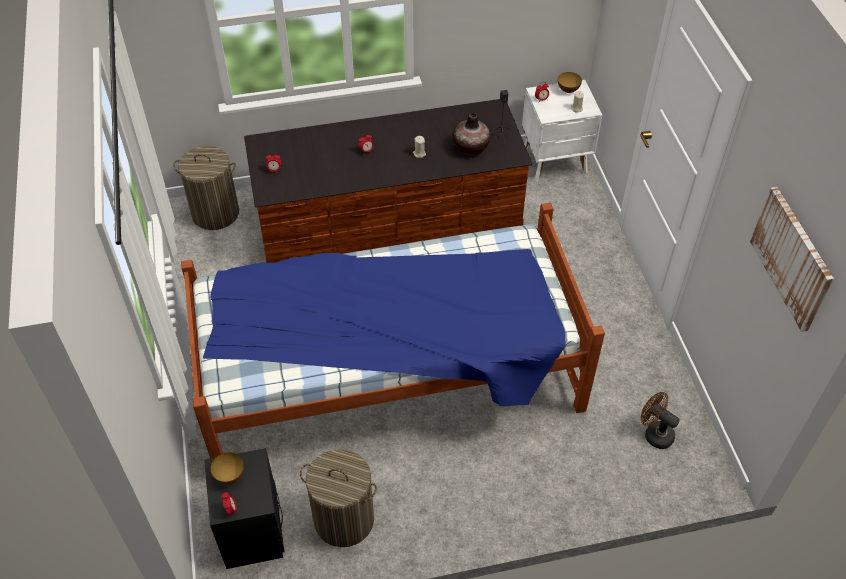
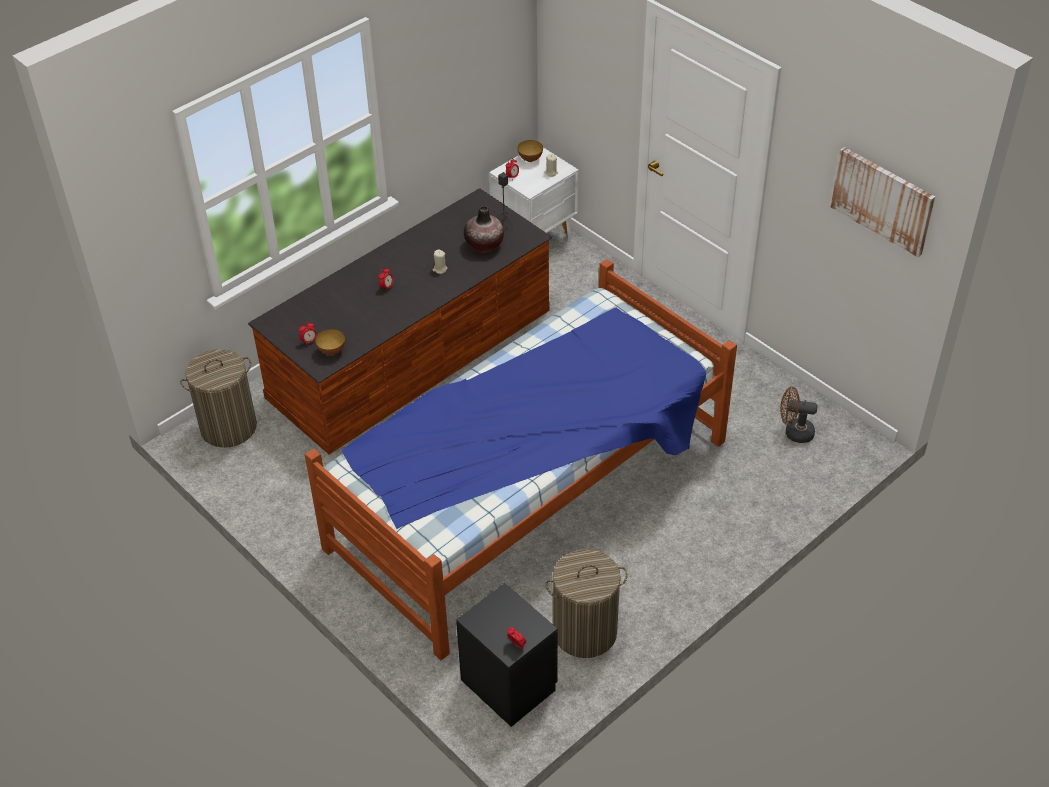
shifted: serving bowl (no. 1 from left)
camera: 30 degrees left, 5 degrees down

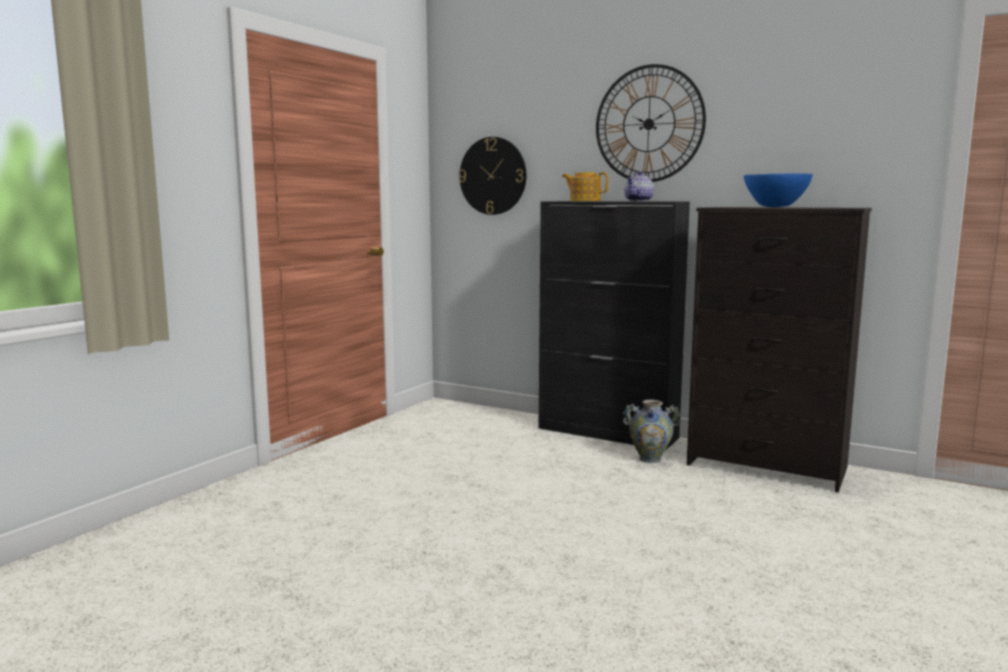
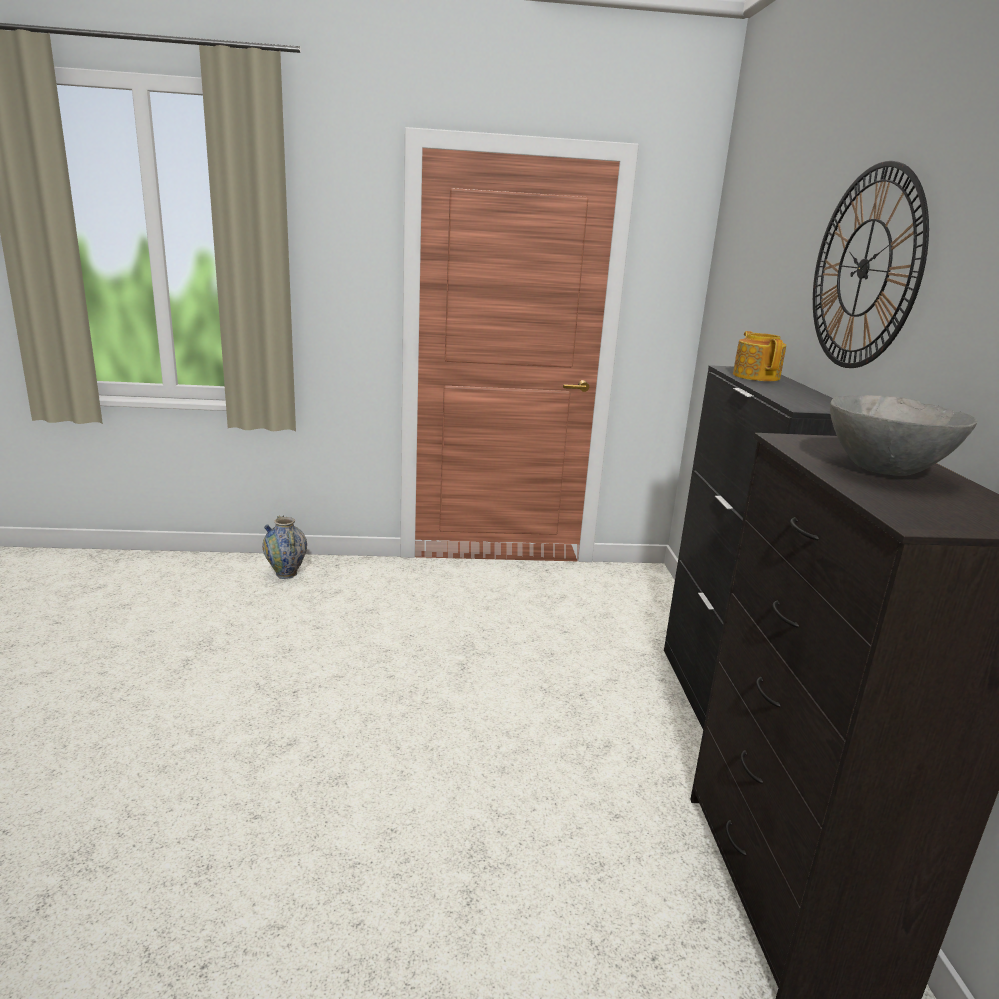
gone: wall clock (no. 1 from left); tea pot (no. 2 from left)
shifted: flower vase
repainted: blue-coloured serving bowl to greyish serving bowl
camera: 55 degrees right, 10 degrees up

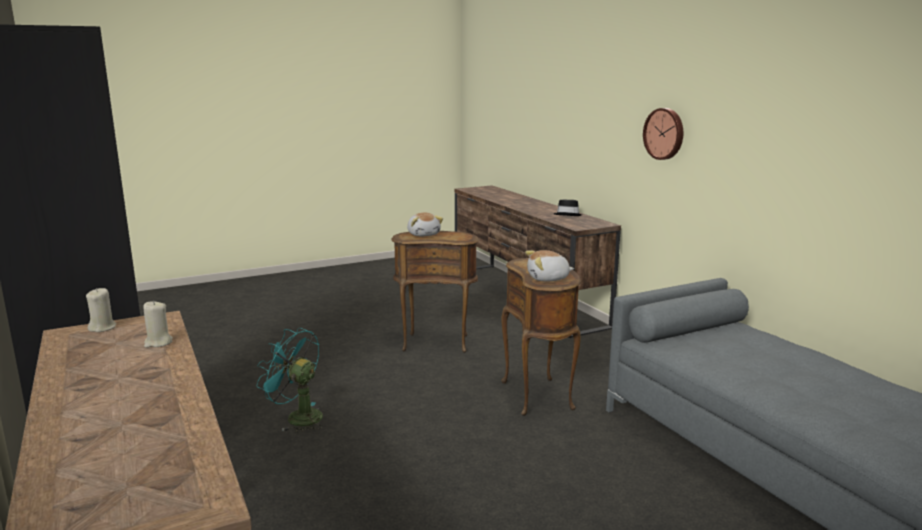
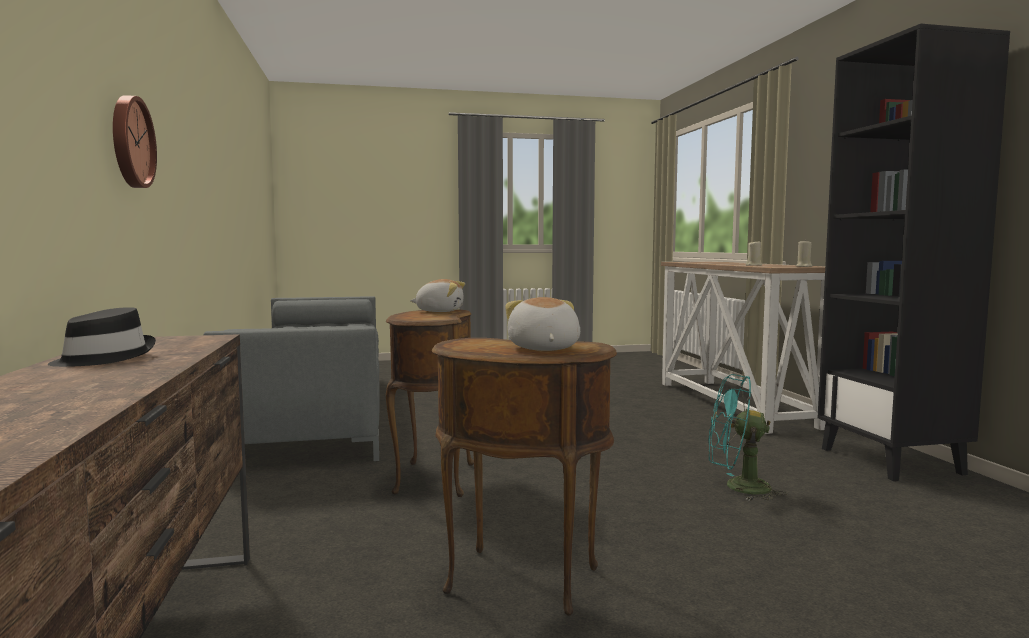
rotated: turquoise electric fan 150 degrees clockwise
camera: 165 degrees left, 10 degrees down

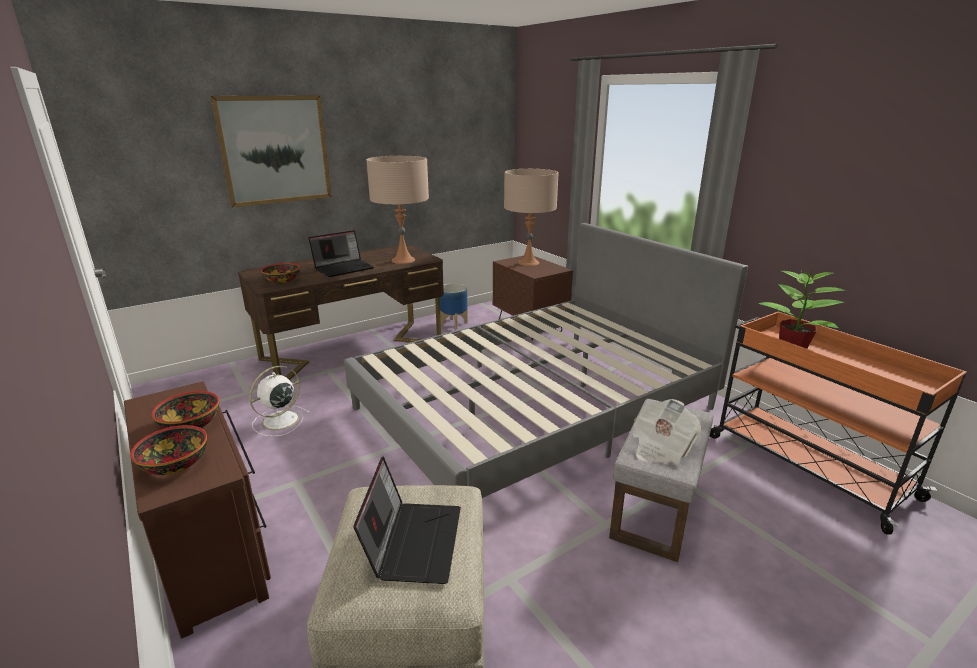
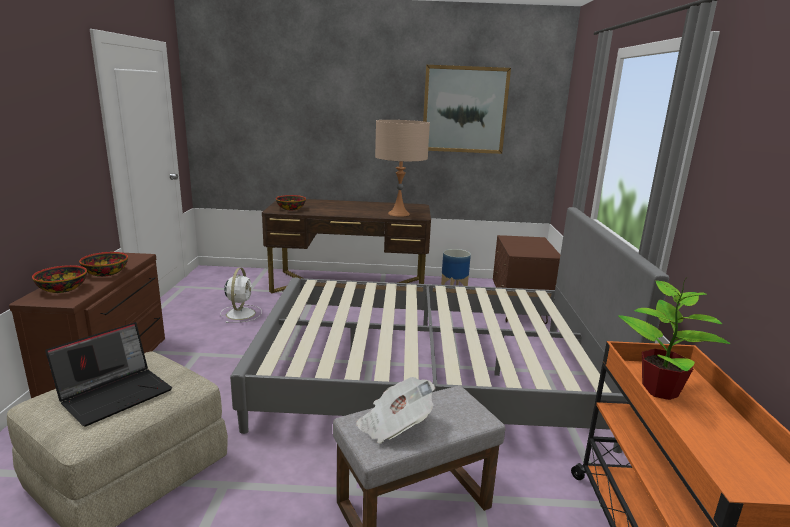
gone: notebook computer (no. 1 from left); beige table lamp (no. 2 from left)
shifted: wall picture
rotated: white-coloured electric fan 105 degrees clockwise
camera: 35 degrees right, 5 degrees down

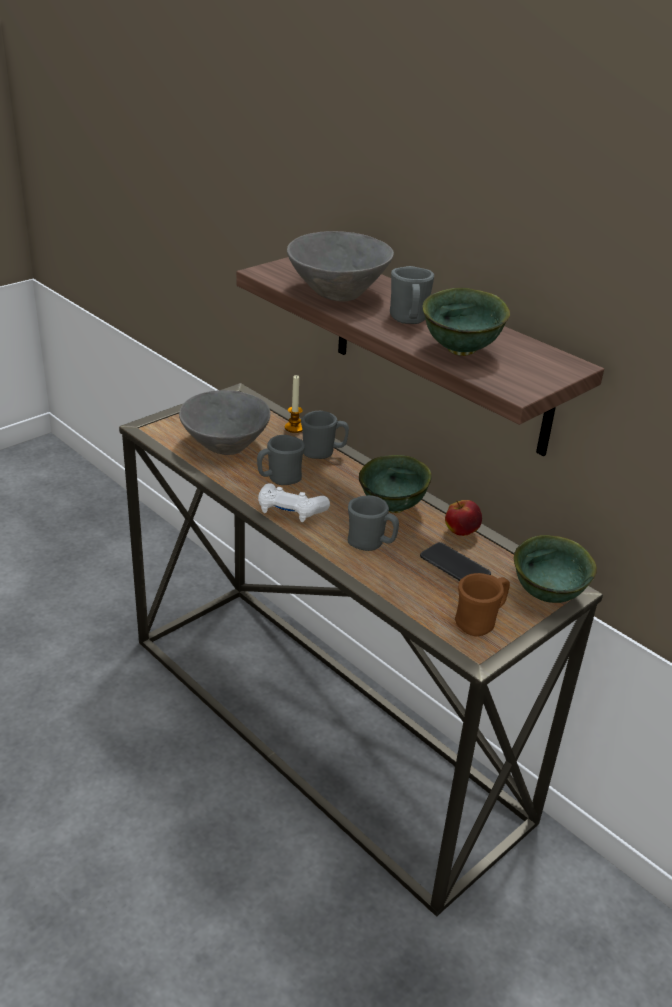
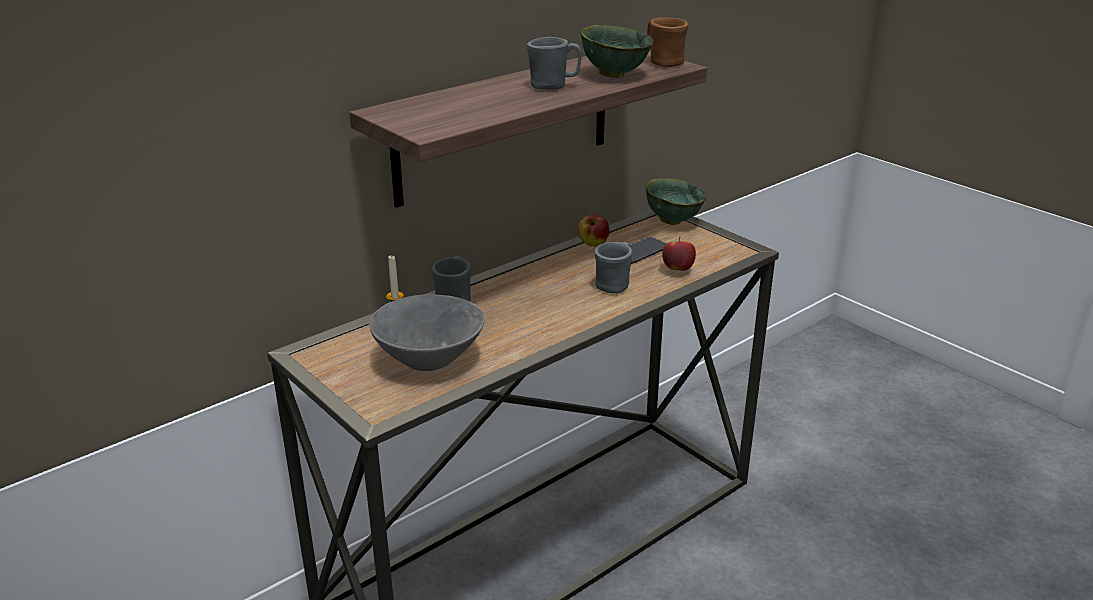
gone: greyish tea mug (no. 1 from left); white-coloured game controller; greyish serving bowl (no. 2 from left); green-coloured serving bowl (no. 1 from left)
new: whole apple (no. 2 from left)
shifted: brown-coloured tea mug
camera: 85 degrees left, 5 degrees down

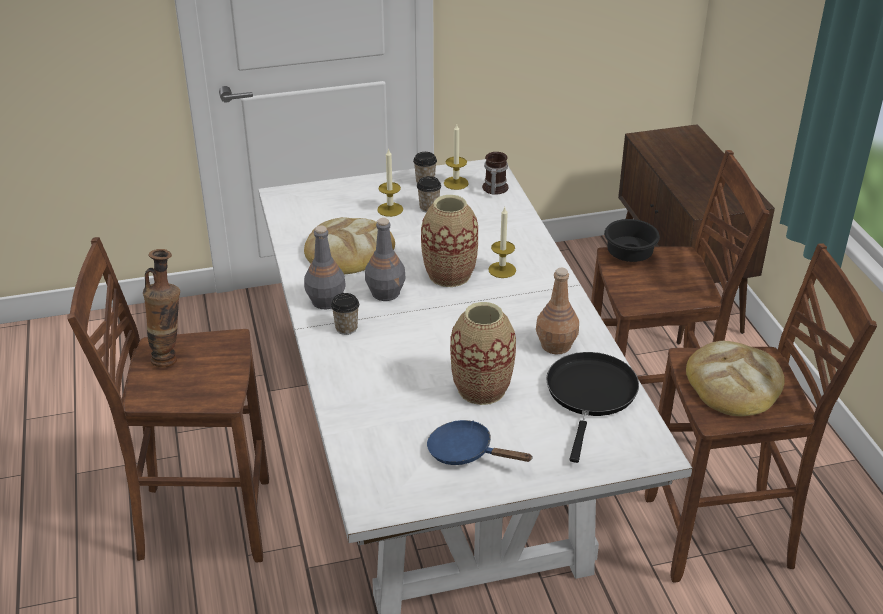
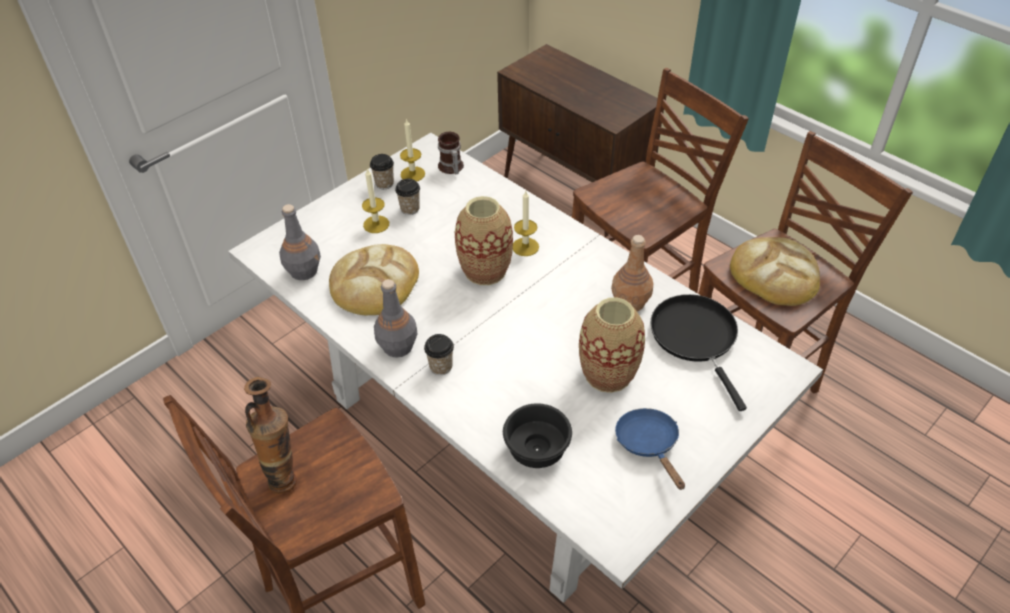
shifted: greyish bottle (no. 2 from left in the first image) to greyish bottle (no. 1 from left); blackish serving bowl
rotated: blue-coloured pan 75 degrees clockwise
camera: 30 degrees left, 10 degrees up

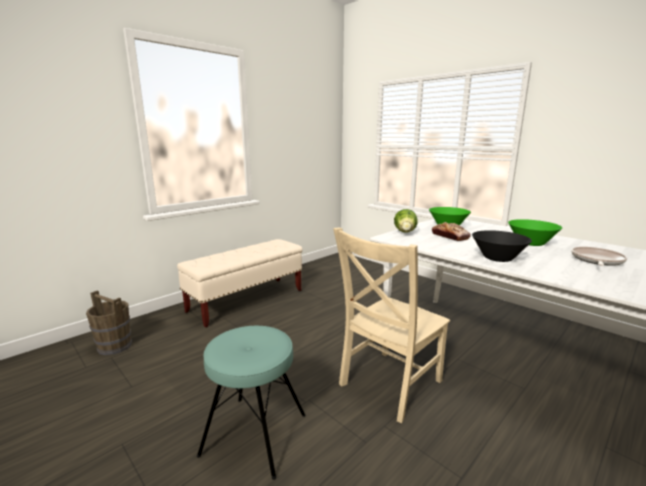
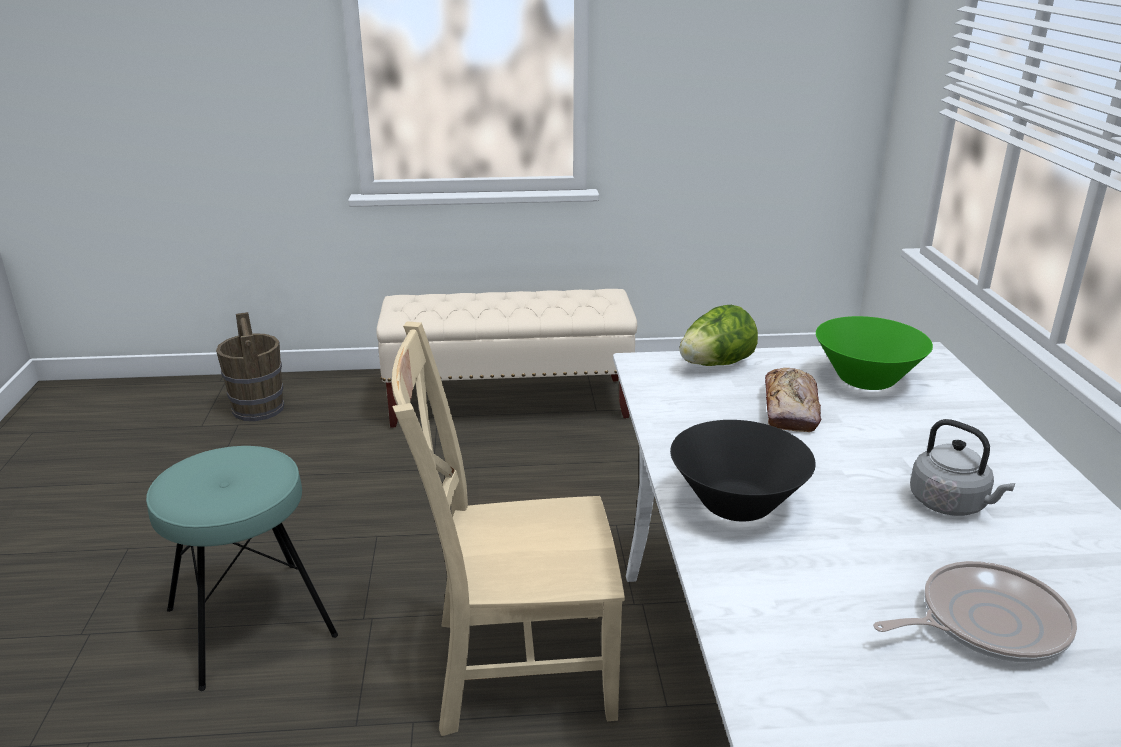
swapped: green-coloured serving bowl (no. 2 from left) to greyish water kettle
camera: 40 degrees right, 10 degrees up

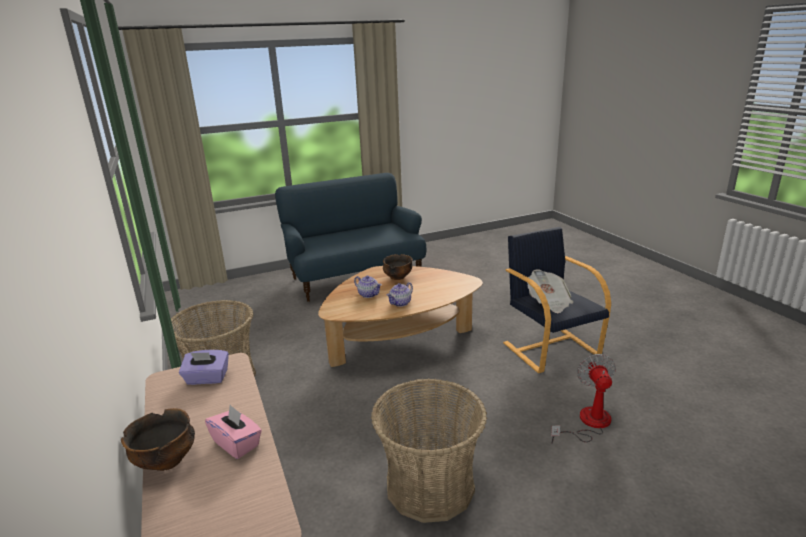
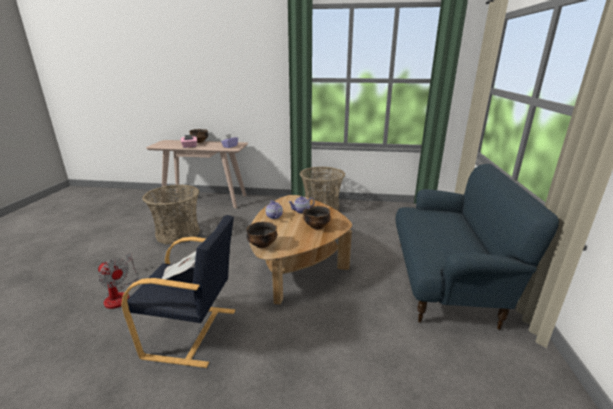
new: serving bowl (no. 2 from left)
camera: 120 degrees right, 0 degrees up

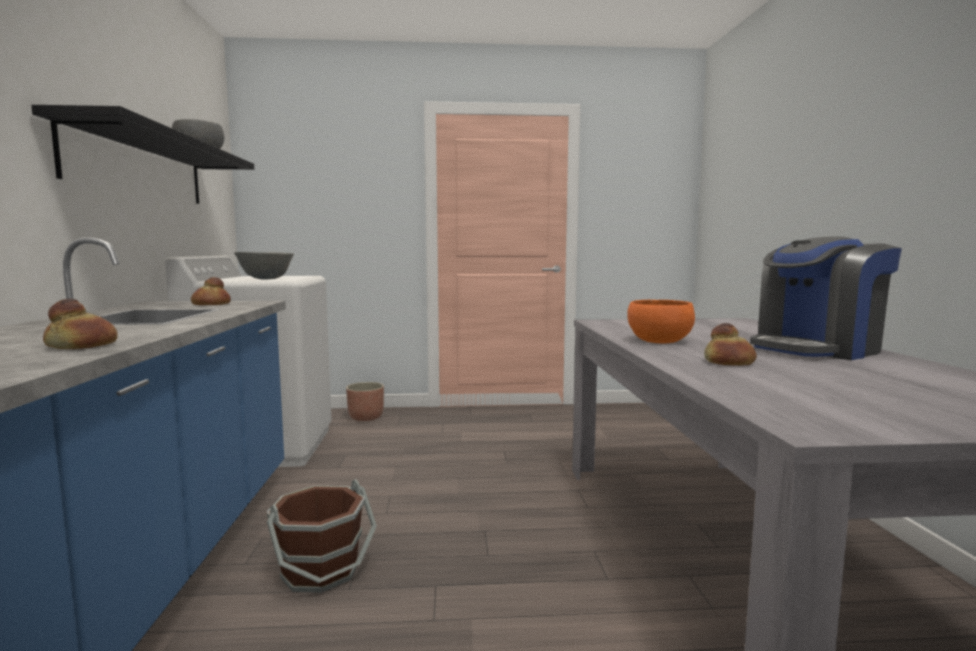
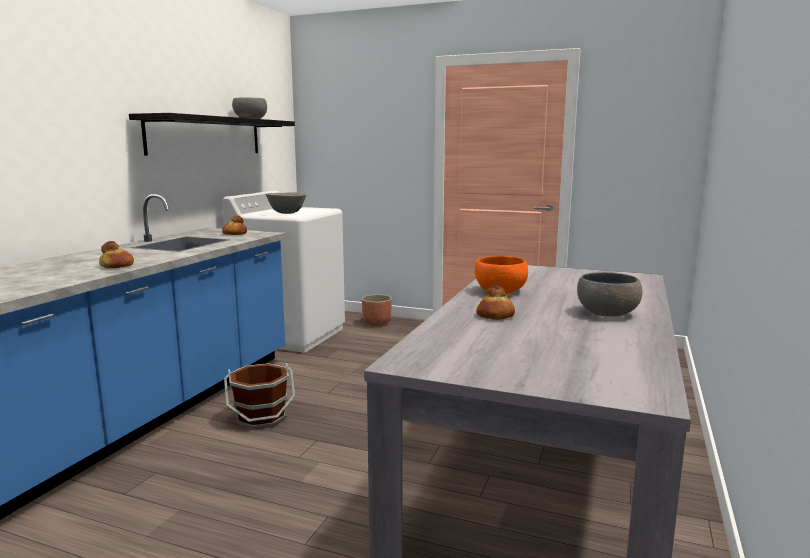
swapped: coffee brewer to greyish serving bowl (no. 3 from left)
camera: 25 degrees right, 5 degrees up

